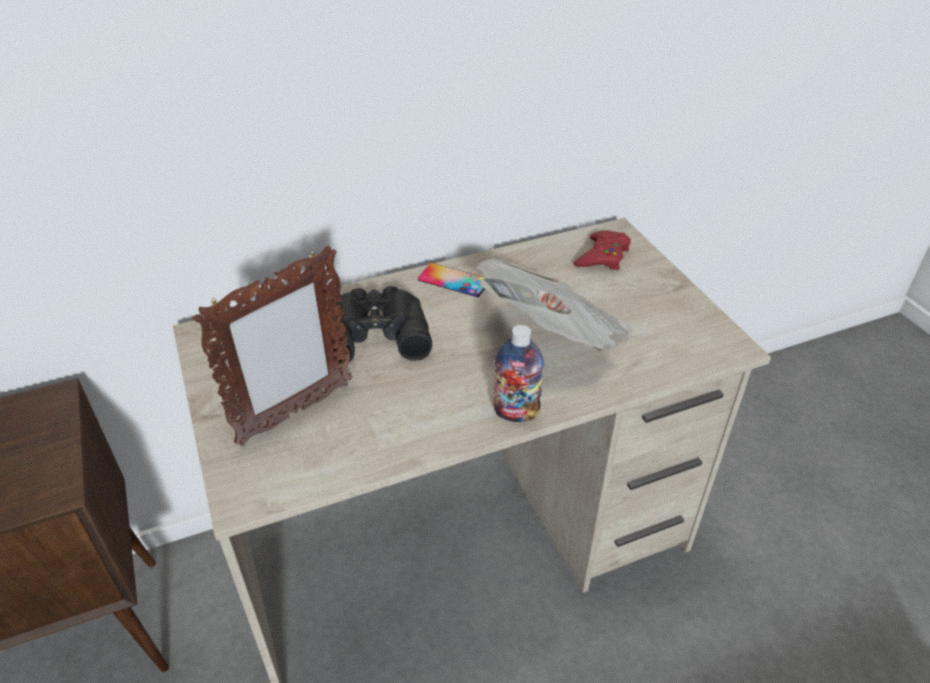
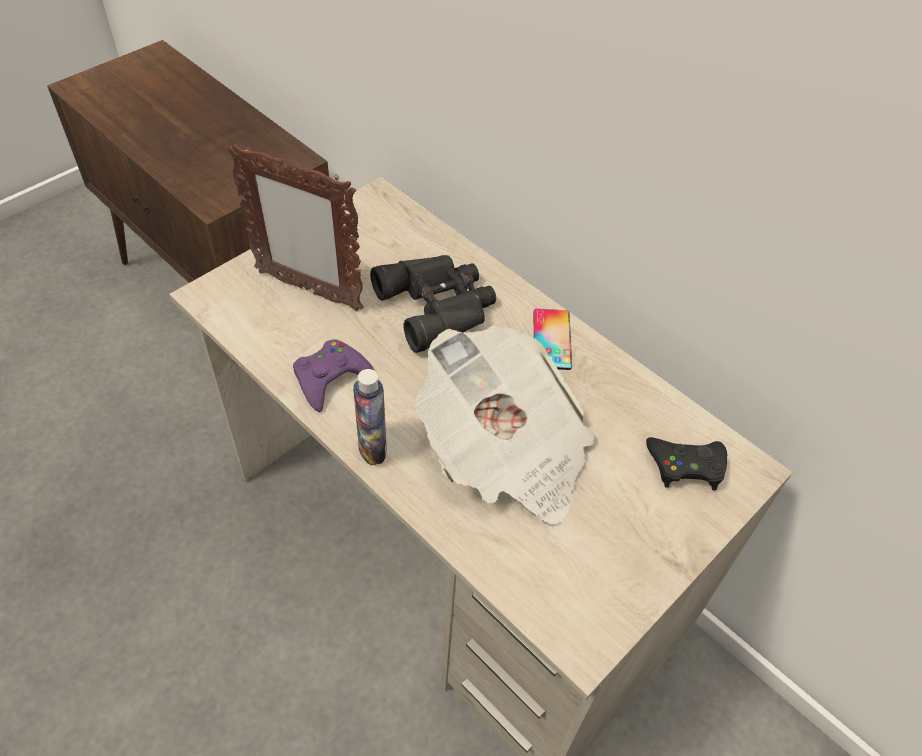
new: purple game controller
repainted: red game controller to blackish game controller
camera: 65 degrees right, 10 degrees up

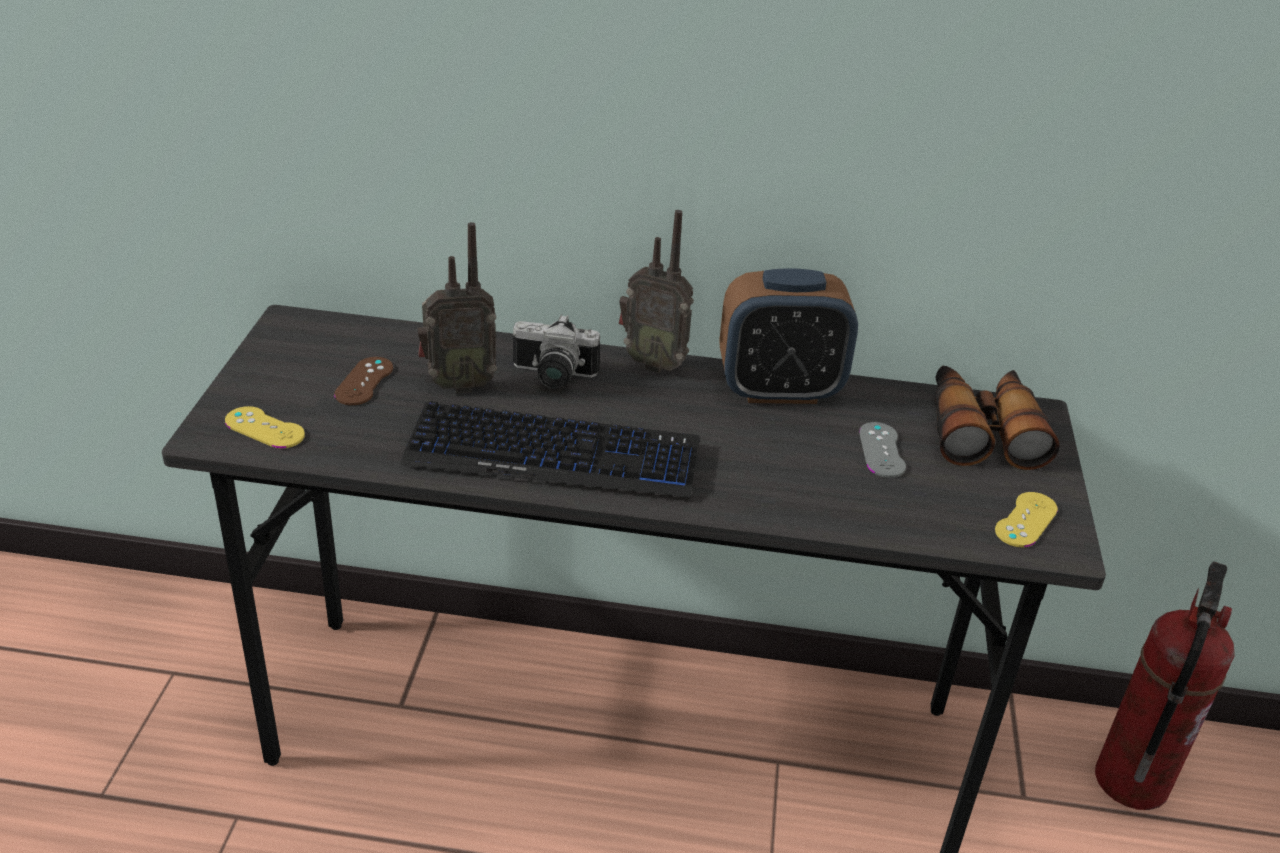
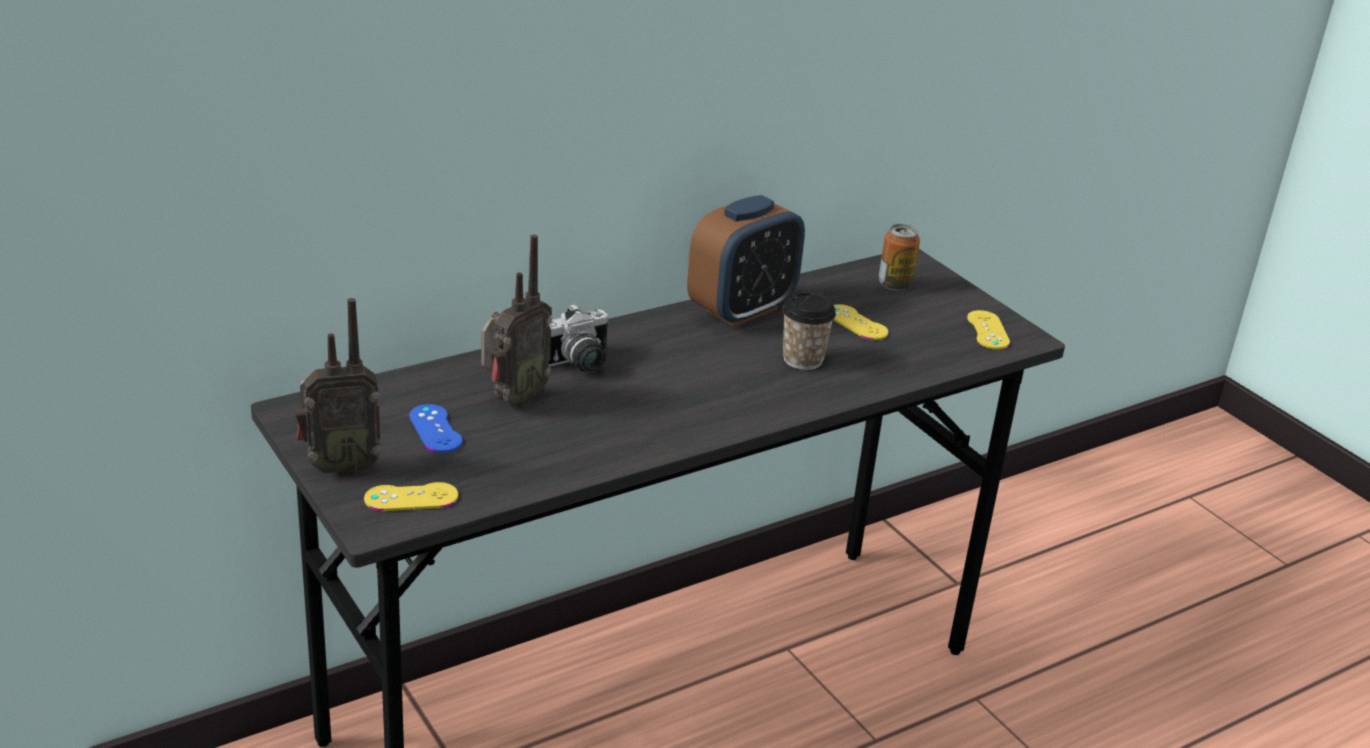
gone: keyboard; extinguisher
new: cup
shifted: radio receiver (no. 2 from left in the first image) to radio receiver (no. 1 from left)
swapped: binoculars to can
repainted: brown-coloured game controller to blue-coloured game controller; greyish game controller to yellow game controller (no. 2 from left)
camera: 40 degrees left, 5 degrees down

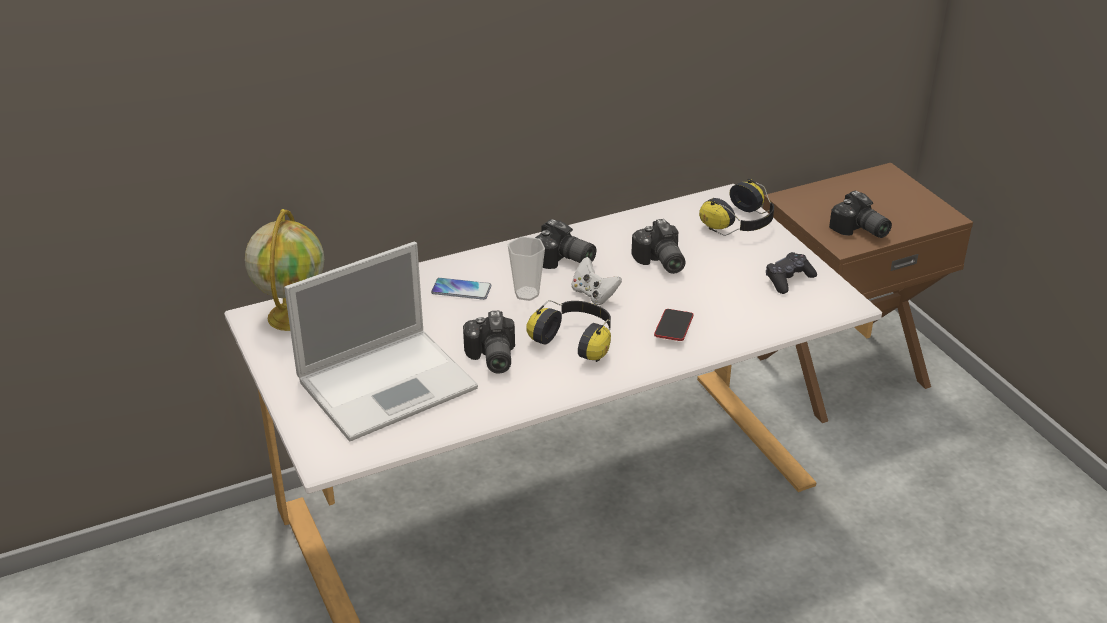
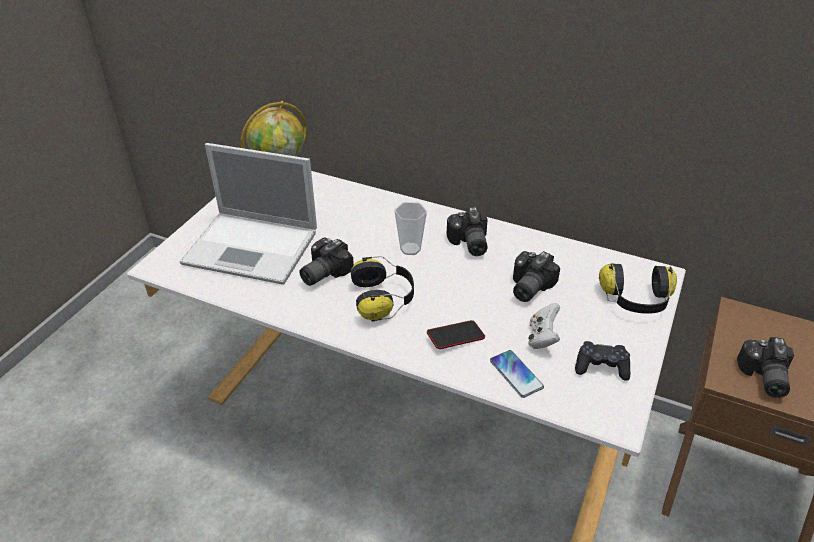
shifted: handset (no. 1 from left in the first image) to handset (no. 2 from left); white-coloured game controller
camera: 50 degrees right, 5 degrees up

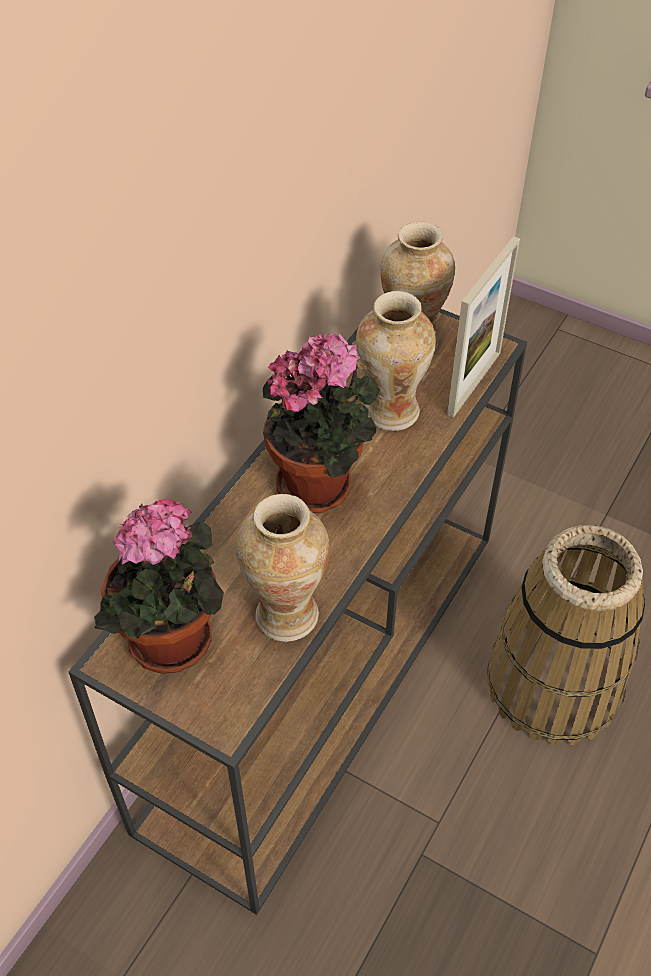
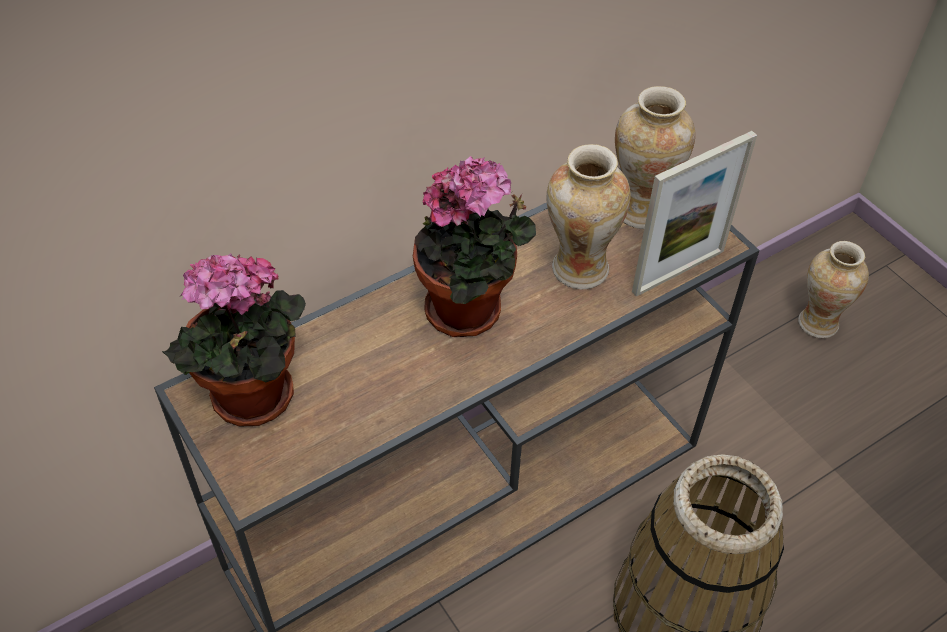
shifted: flower vase (no. 1 from left in the first image) to flower vase (no. 3 from left)
camera: 25 degrees right, 0 degrees up

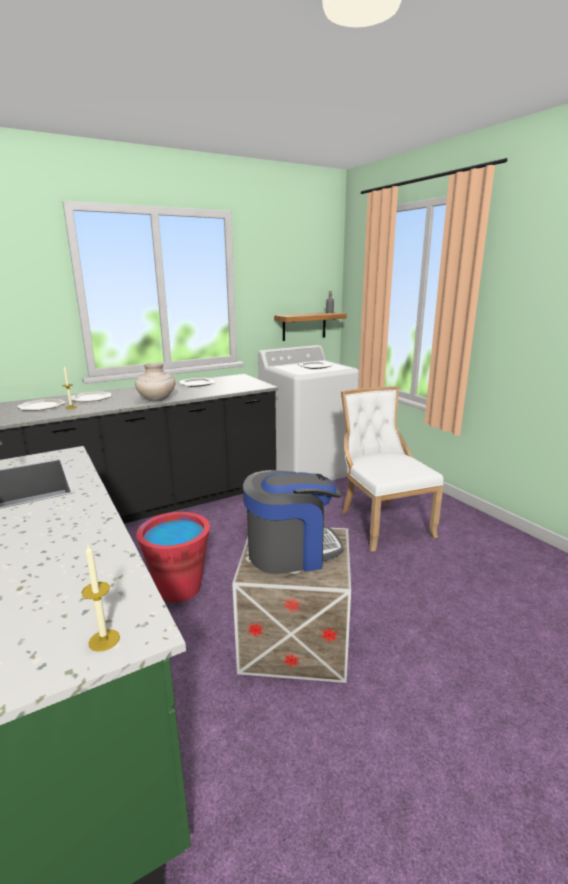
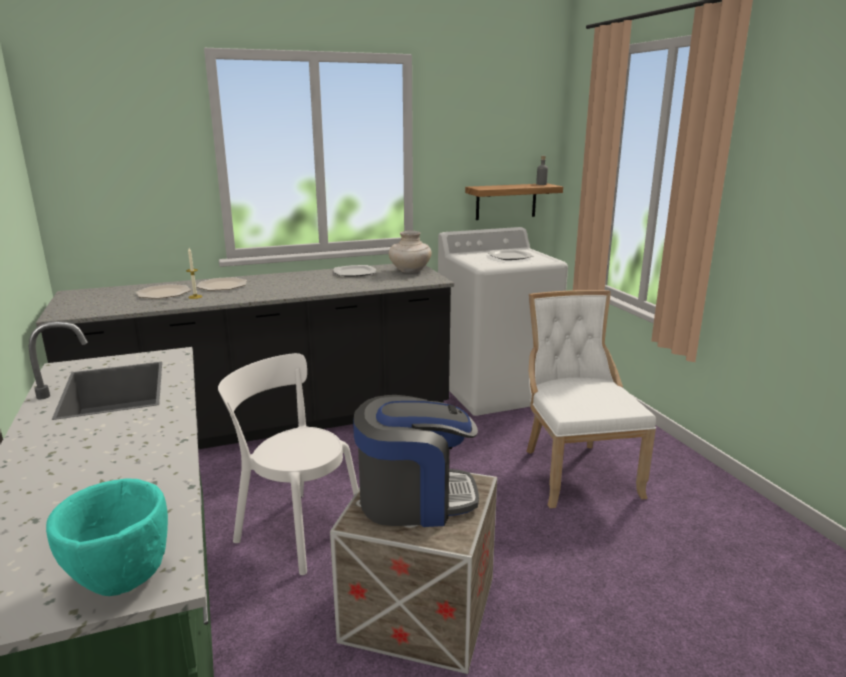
shifted: beige flower vase
swapped: candle (no. 2 from left) to turquoise serving bowl; red bucket to white-coloured upright chair (no. 1 from left)
camera: 10 degrees right, 0 degrees up

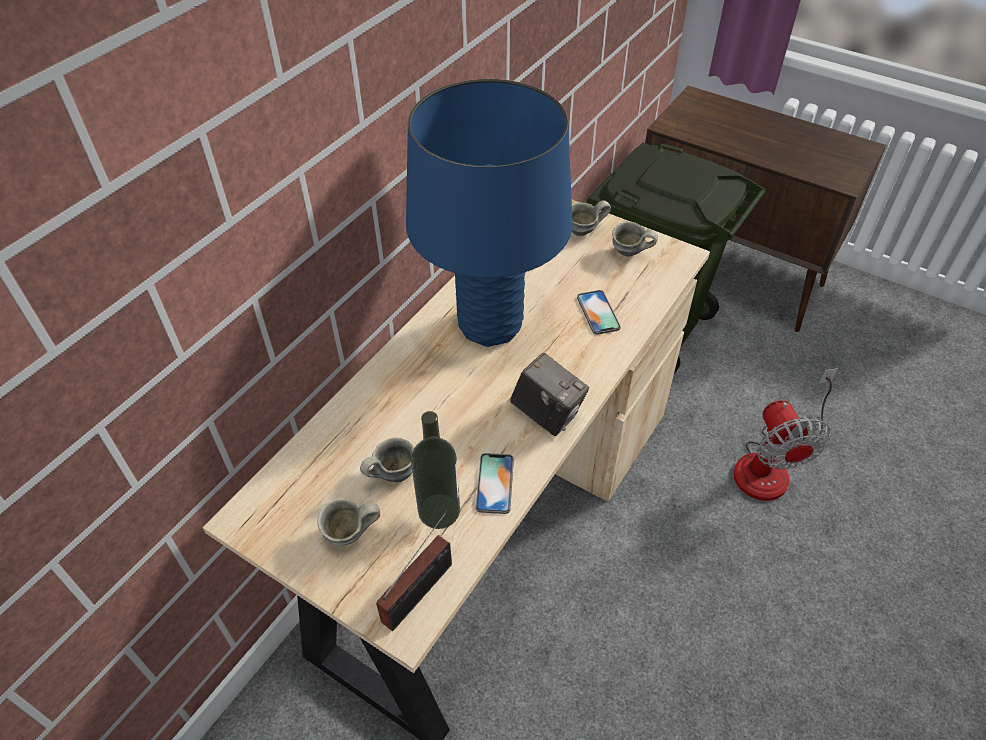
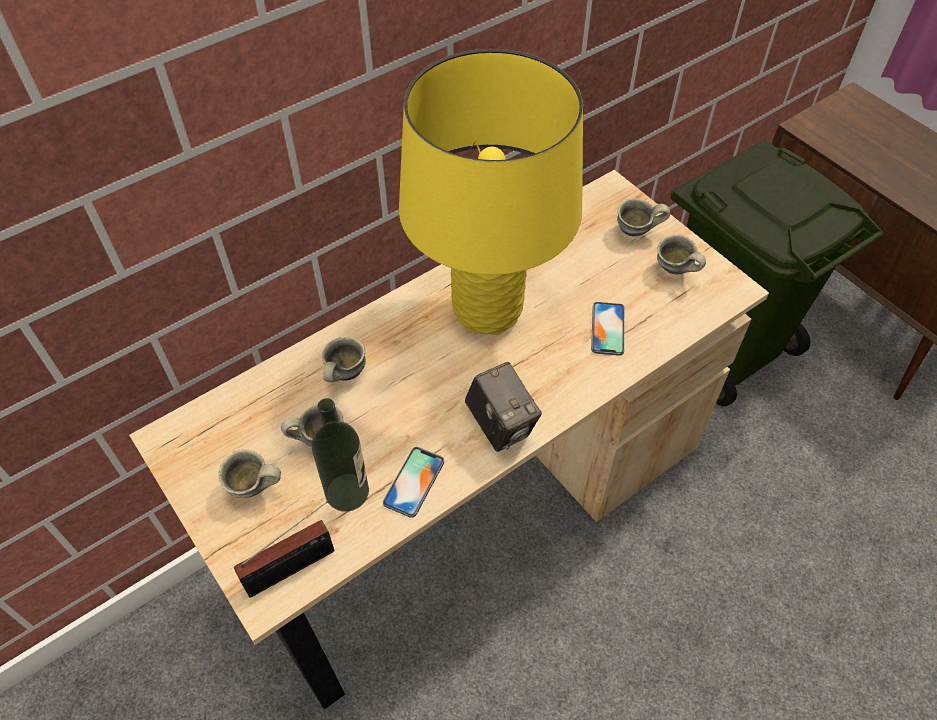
gone: electric fan
new: greyish tea mug (no. 3 from left)
repainted: blue-coloured table lamp to yellow table lamp
camera: 20 degrees right, 5 degrees up

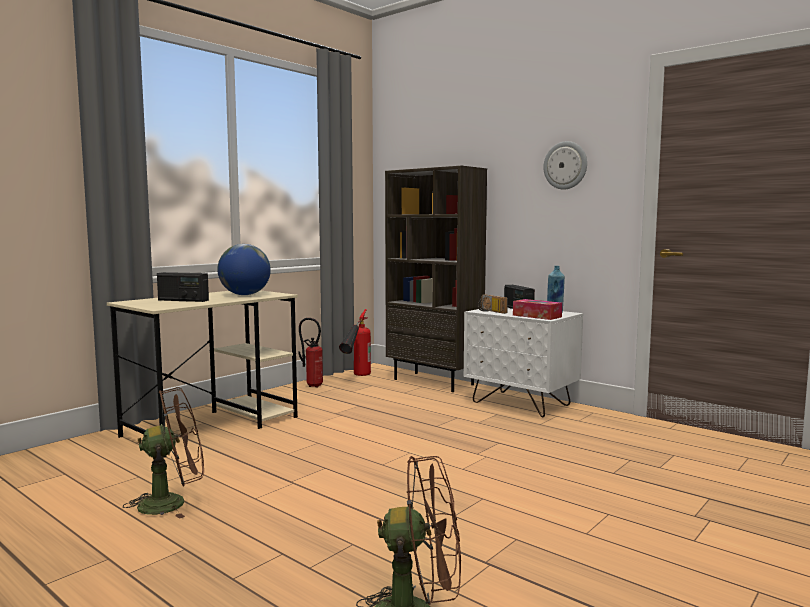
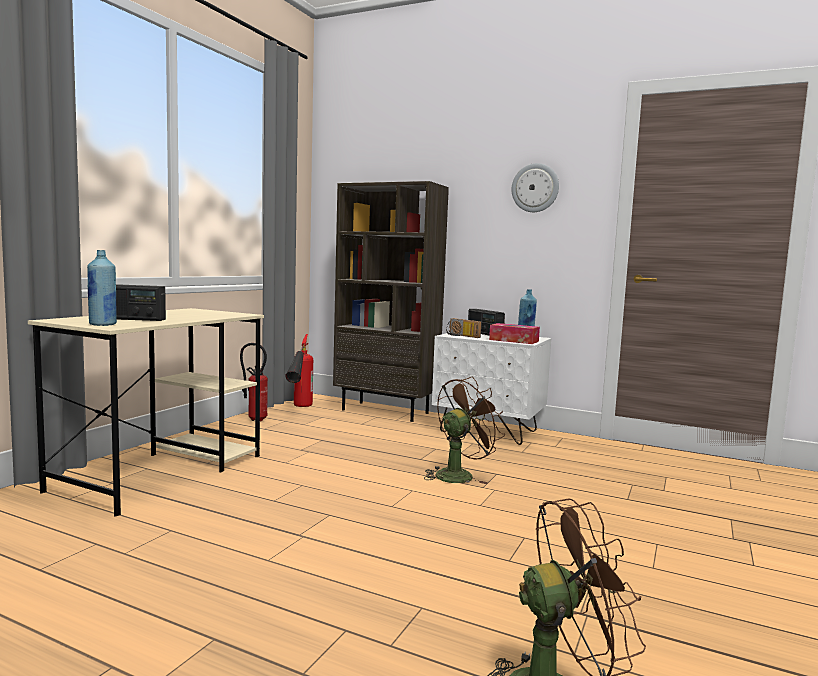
gone: desk globe
new: blue-coloured bottle (no. 1 from left)
shifted: brown-coloured electric fan (no. 1 from left)
camera: 15 degrees left, 0 degrees up

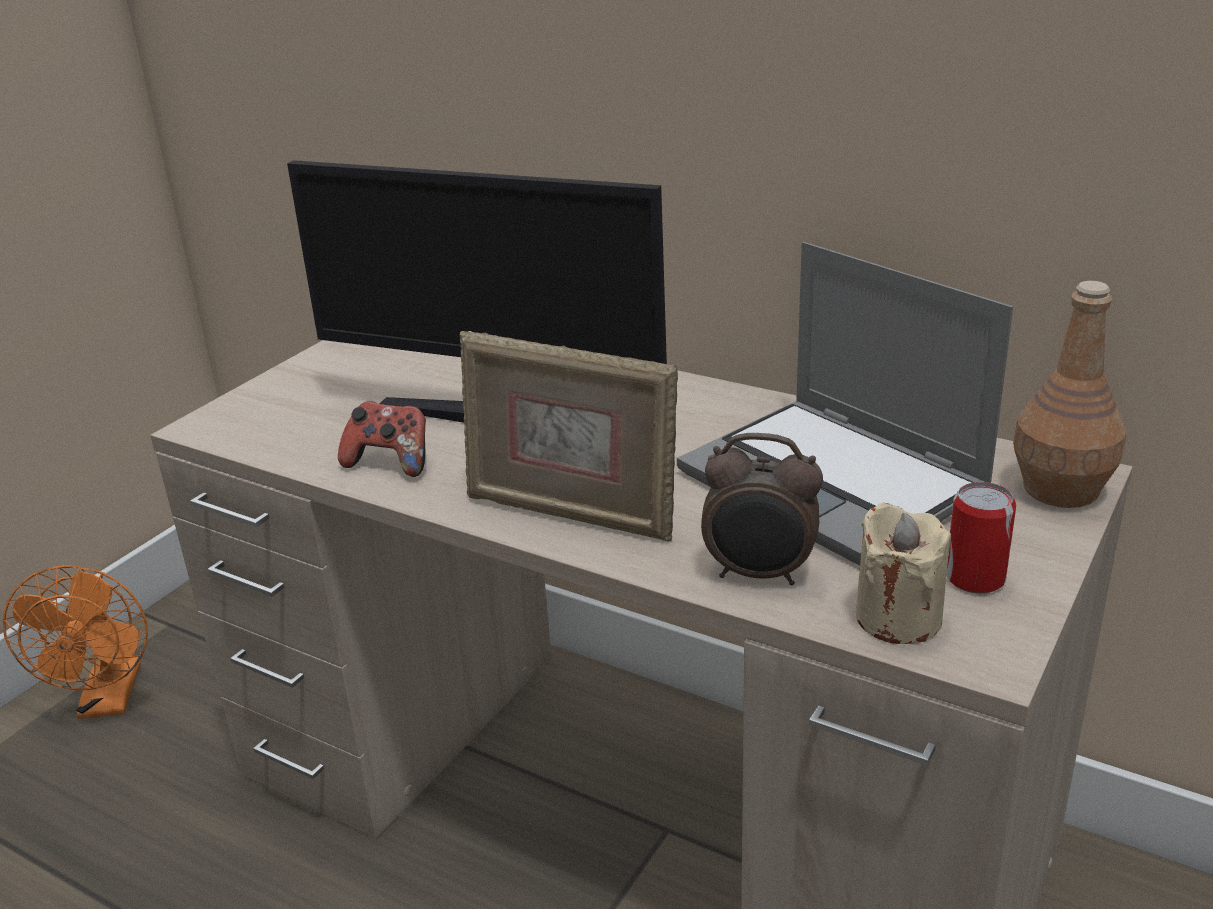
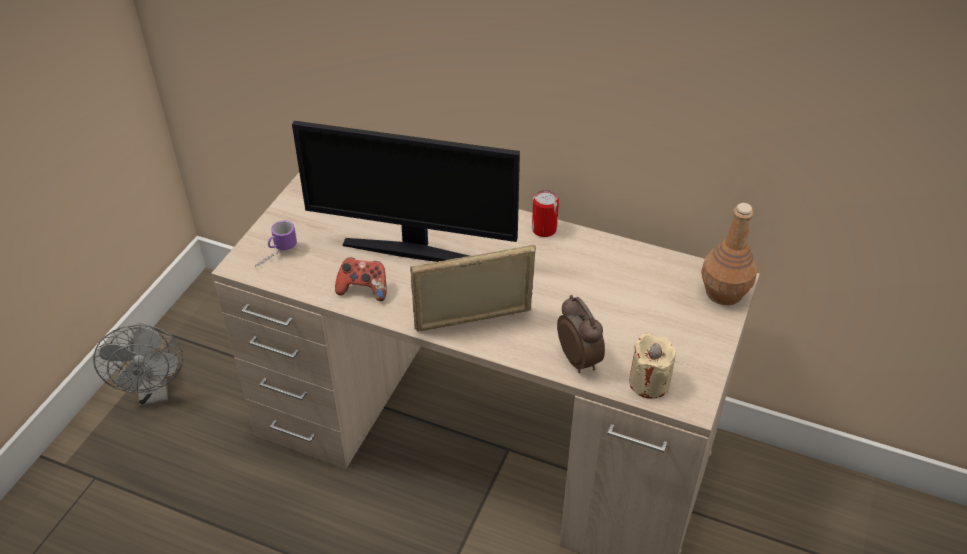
gone: notebook computer
new: tea mug
shifted: can
repainted: orange electric fan to greyish electric fan
rotated: standing frame 150 degrees clockwise; table clock 120 degrees counterclockwise
camera: 10 degrees left, 15 degrees up

